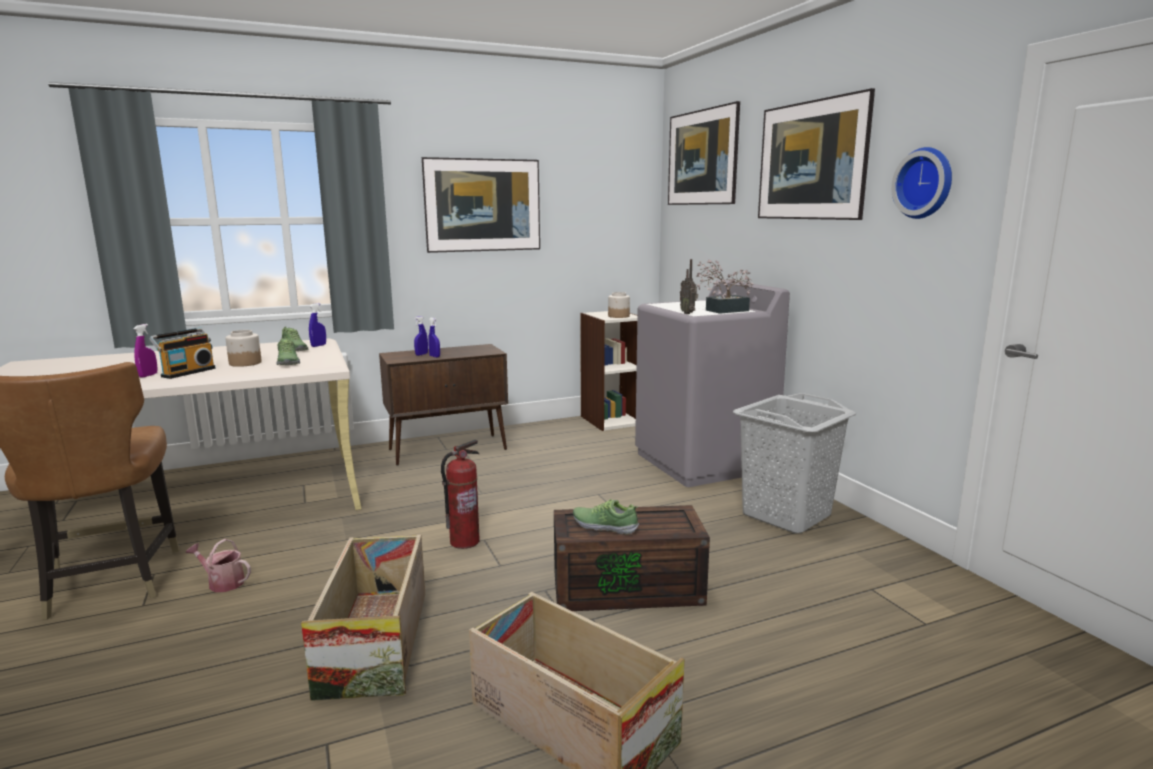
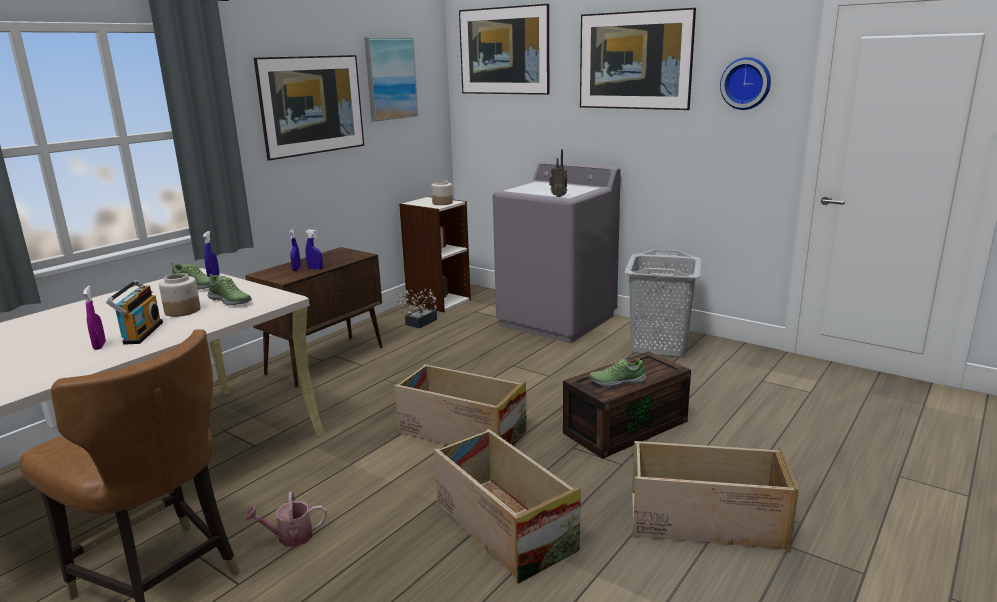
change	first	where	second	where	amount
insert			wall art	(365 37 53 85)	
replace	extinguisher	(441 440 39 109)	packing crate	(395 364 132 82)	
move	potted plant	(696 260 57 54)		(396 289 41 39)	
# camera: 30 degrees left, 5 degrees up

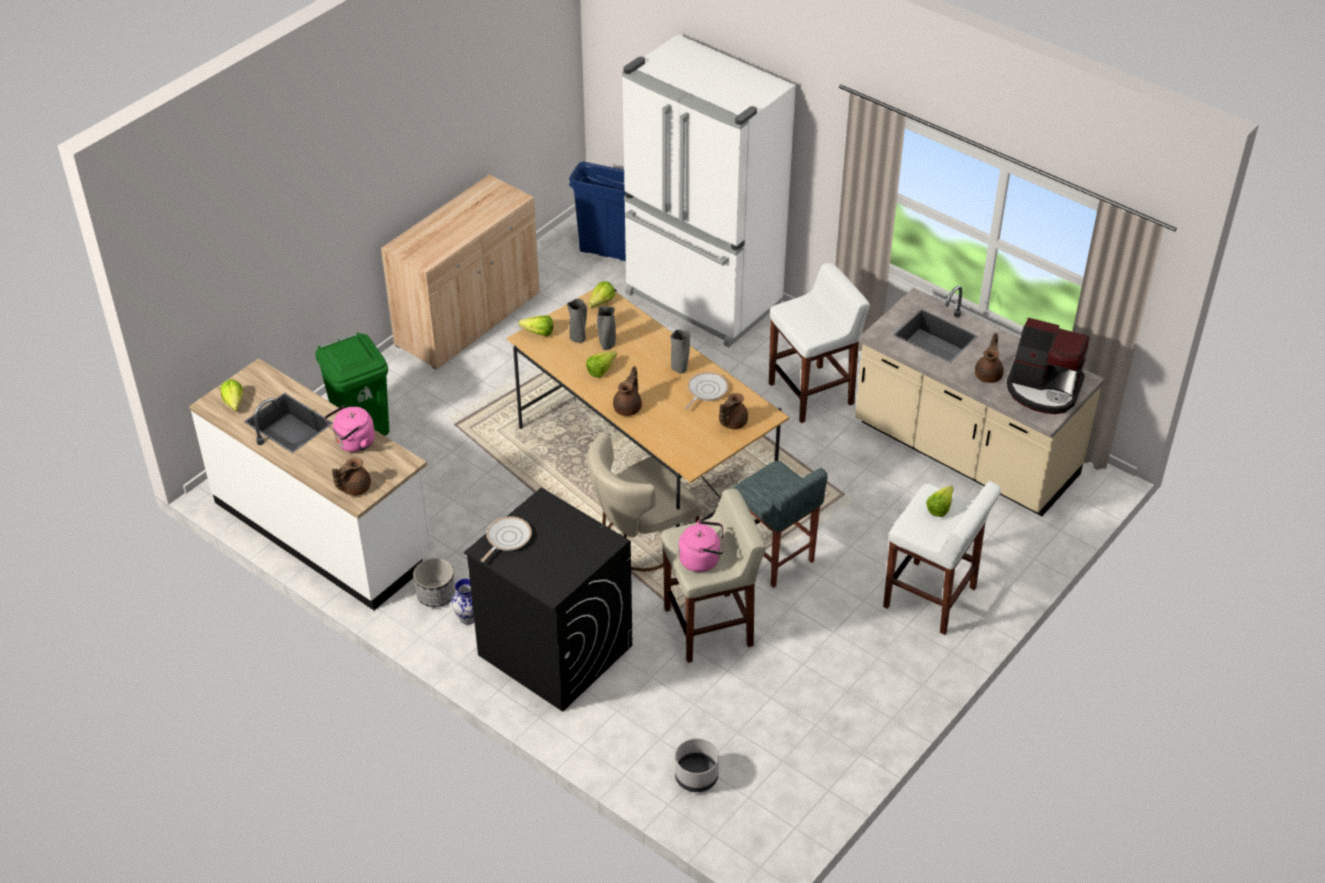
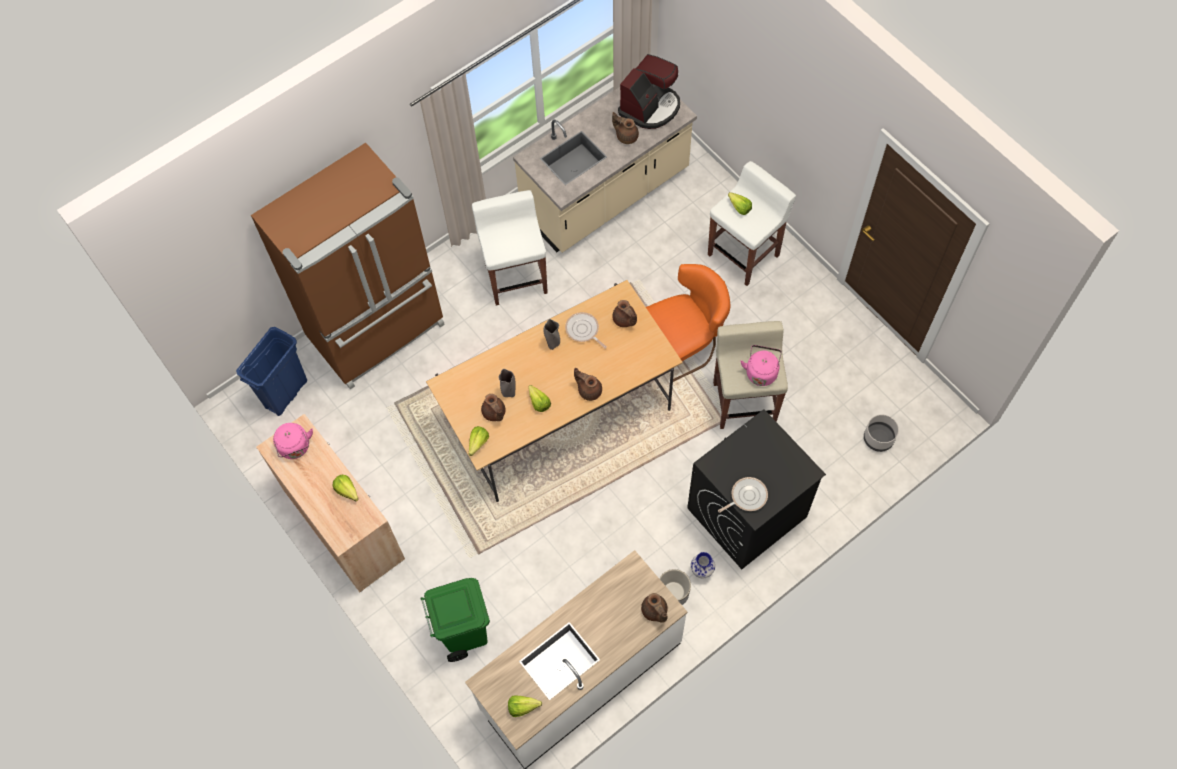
change	first	where	second	where	amount
recolor	white refrigerator	(622 34 174 313)	brown refrigerator	(251 143 194 247)	
move	pink tea kettle	(324 406 51 46)		(273 423 40 36)	
move	head of lettuce	(589 282 26 26)		(333 475 26 26)	
replace	grey decorative vase	(567 299 20 44)	brown teapot	(481 394 24 27)	
replace	grey sitting stool	(733 461 95 127)	orangey upright chair	(646 264 84 118)	
rotate	pan	(481 516 51 46)		(718 477 50 36)	105 degrees clockwise
delete	beige upright chair	(587 432 114 139)			
# camera: 75 degrees left, 20 degrees up

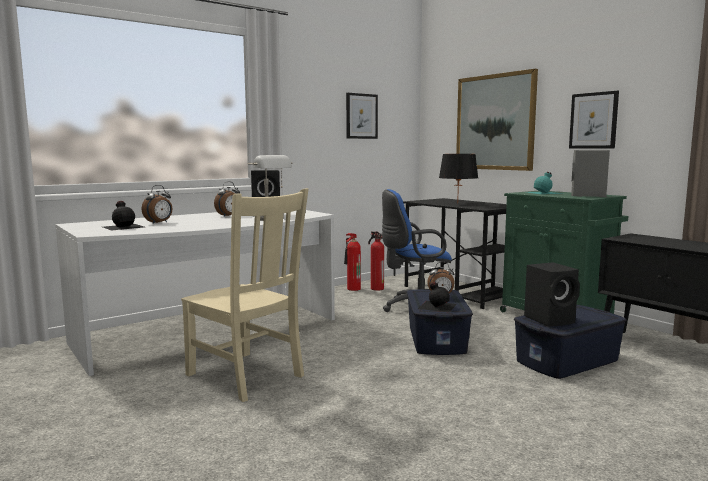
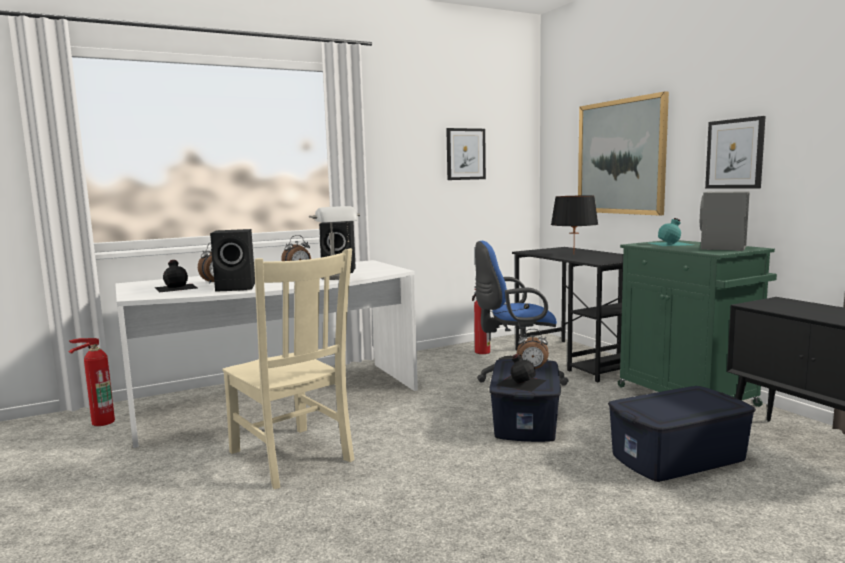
change	first	where	second	where	amount
move	extinguisher	(344 233 17 58)		(69 338 46 88)	
move	black audio speaker	(524 262 56 65)		(210 229 45 62)	
# camera: 10 degrees right, 0 degrees up

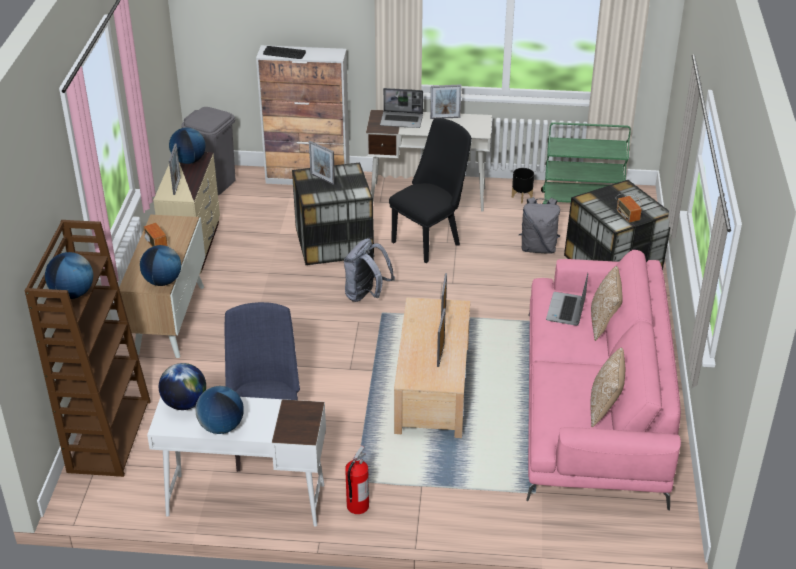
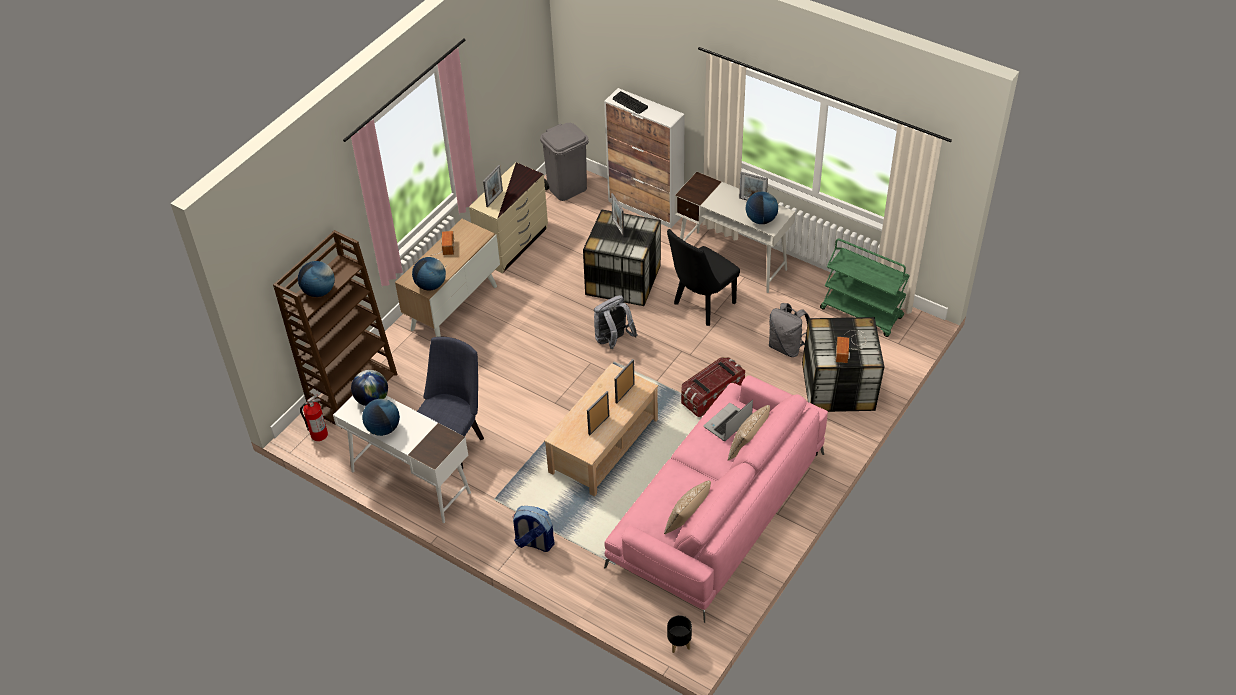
change	first	where	second	where	amount
move	extinguisher	(345 446 24 68)		(300 394 28 47)	
insert			rucksack	(512 506 43 46)	
rotate	black upright chair	(389 118 83 145)		(667 229 73 97)	150 degrees clockwise
move	black flower pot	(512 168 22 36)		(667 615 25 38)	
insert			storage bin	(681 357 64 60)	
move	world globe	(169 127 36 37)		(746 191 32 33)	
delete	laptop	(380 88 43 40)			
# camera: 30 degrees right, 10 degrees up

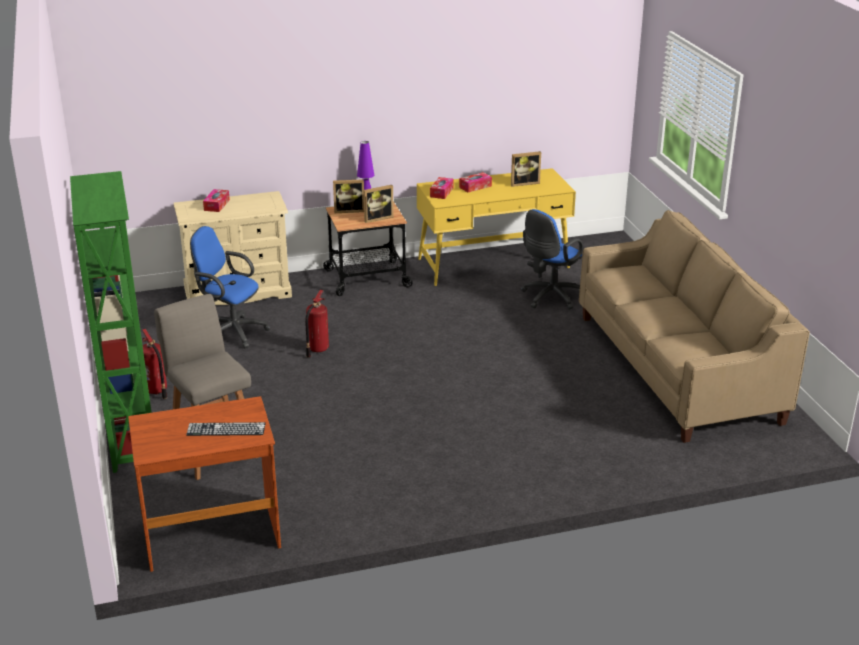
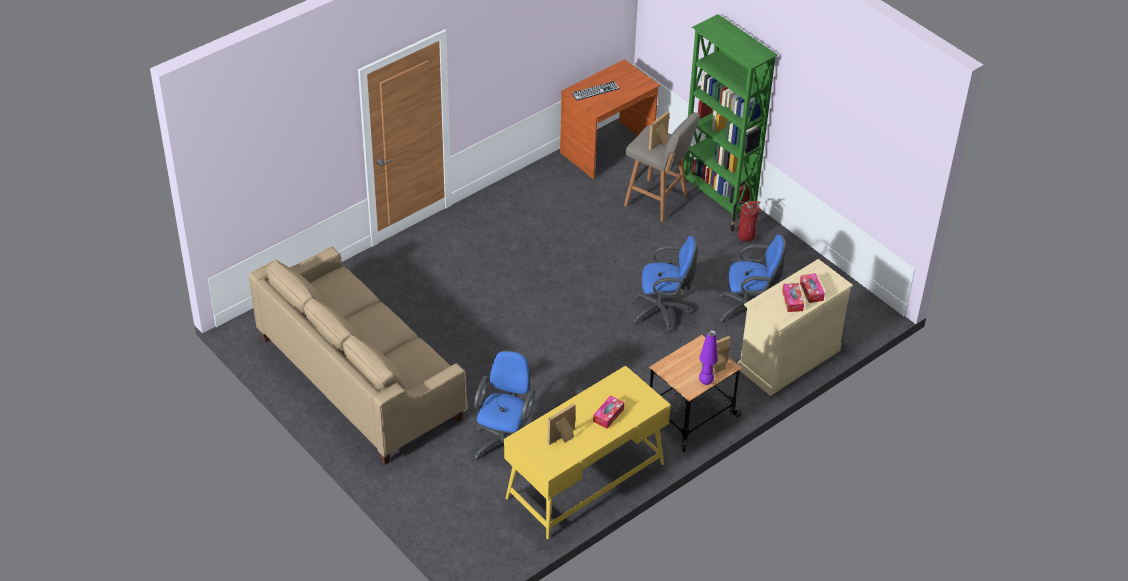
change	first	where	second	where	amount
replace	extinguisher	(305 290 24 68)	blue desk chair	(633 236 65 96)	
move	picture frame	(364 185 30 38)		(649 111 21 39)	
move	tissue box	(430 177 24 22)		(782 283 22 29)	
# camera: 155 degrees right, 15 degrees up

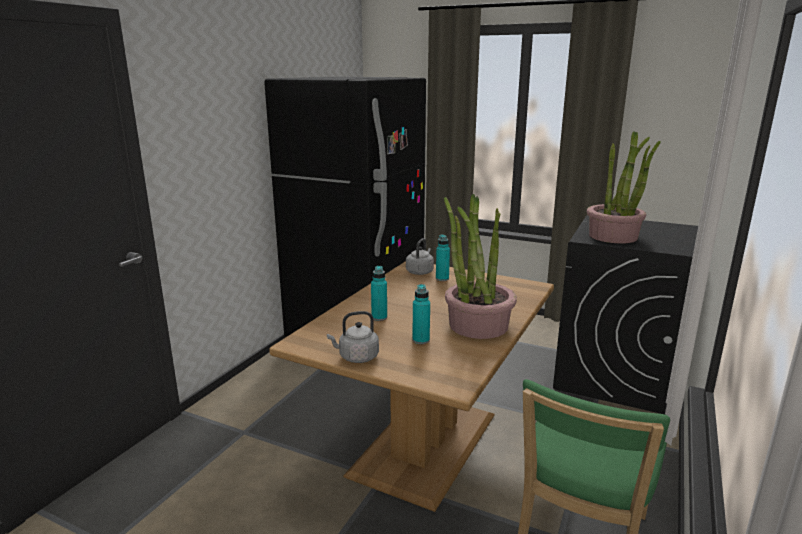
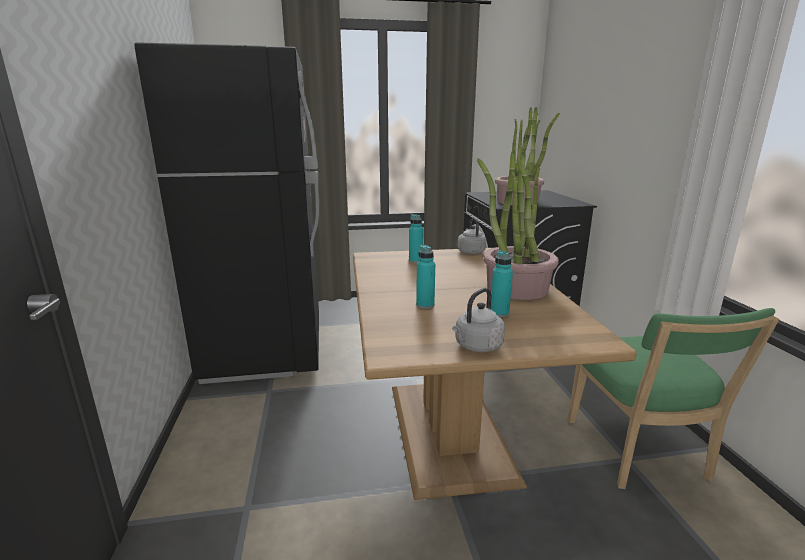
change	first	where	second	where	amount
move	grey tea kettle	(406 238 28 37)		(457 217 29 37)	
# camera: 35 degrees left, 0 degrees up

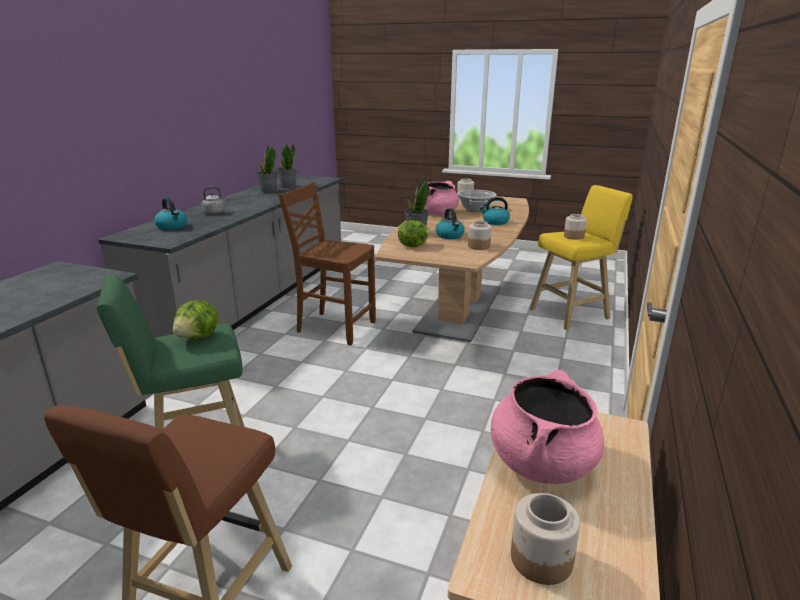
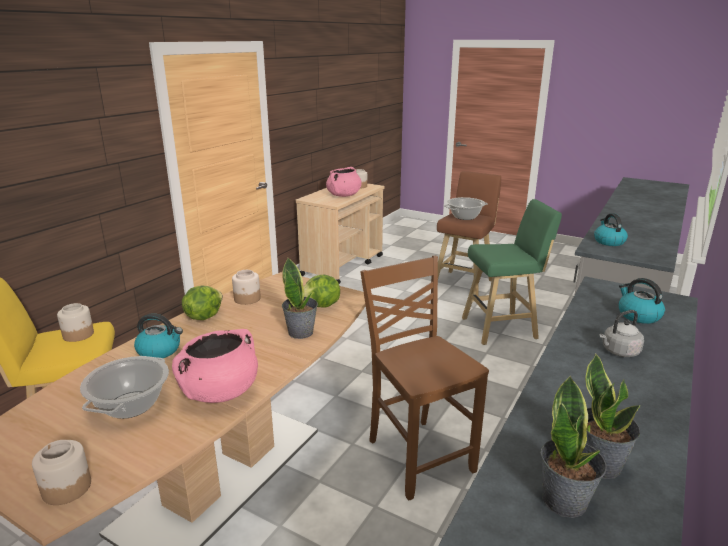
change	first	where	second	where	amount
move	head of lettuce	(173 301 46 38)		(182 286 41 34)	
rotate	brown upright chair	(278 182 98 163)		(360 256 129 245)	150 degrees counterclockwise
insert			saucepot	(444 197 44 23)	
move	tea kettle	(436 209 29 30)		(594 213 34 33)	
# camera: 170 degrees left, 0 degrees up

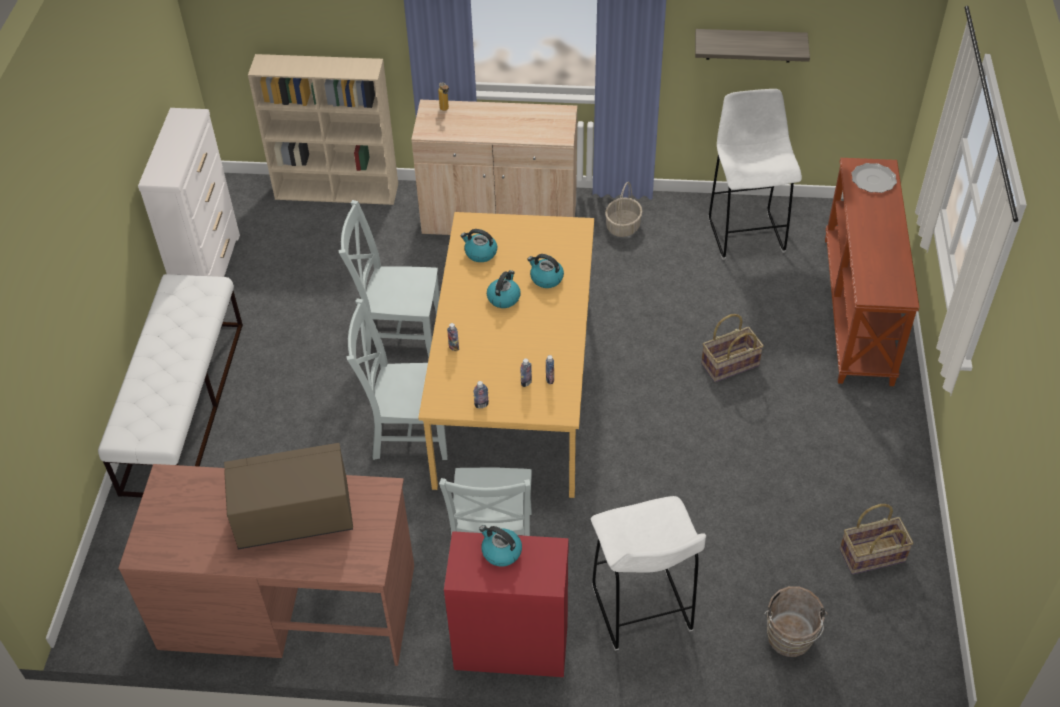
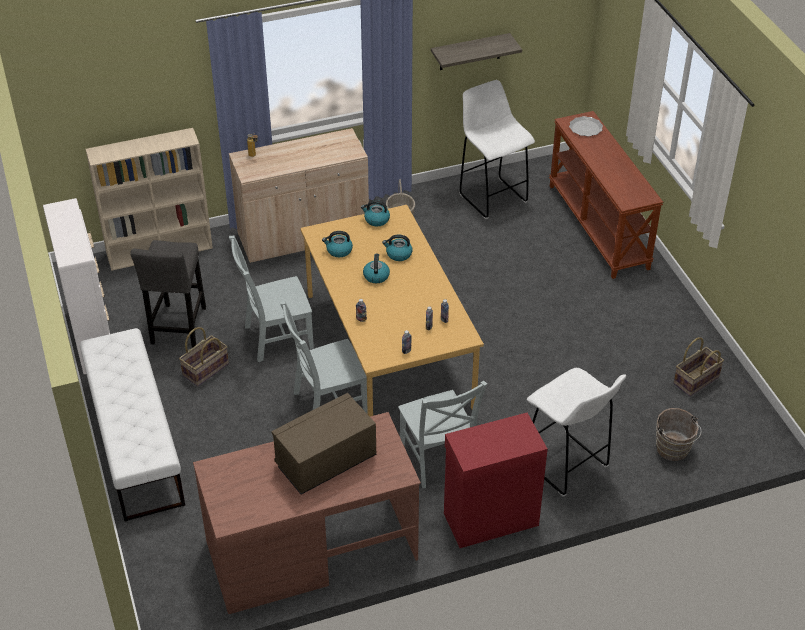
change	first	where	second	where	amount
insert			grey sitting stool	(130 240 76 108)	
move	storage basket	(701 314 63 68)		(179 327 50 59)	
move	tea kettle	(479 525 43 42)		(361 200 29 26)	
# camera: 25 degrees left, 5 degrees down

